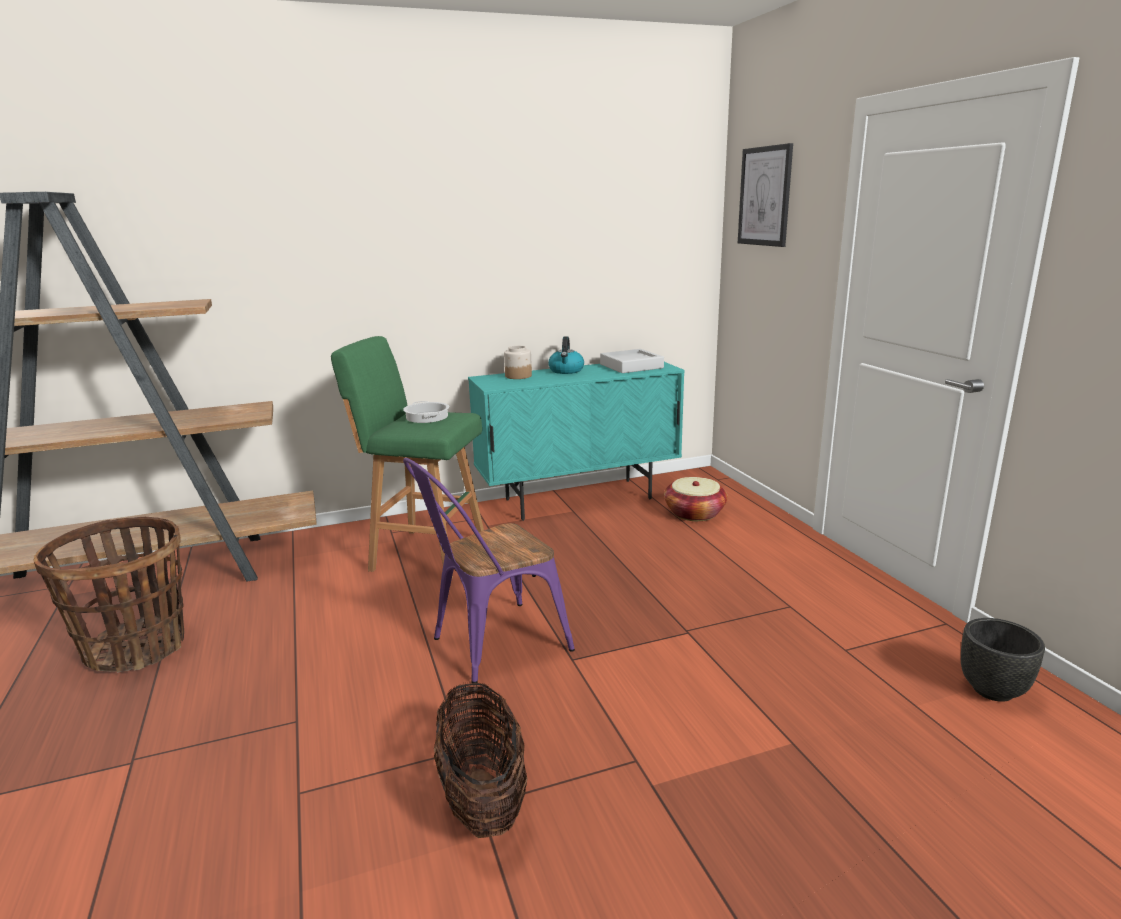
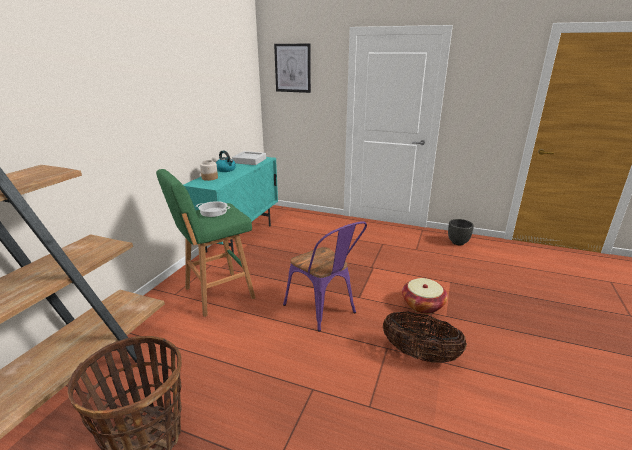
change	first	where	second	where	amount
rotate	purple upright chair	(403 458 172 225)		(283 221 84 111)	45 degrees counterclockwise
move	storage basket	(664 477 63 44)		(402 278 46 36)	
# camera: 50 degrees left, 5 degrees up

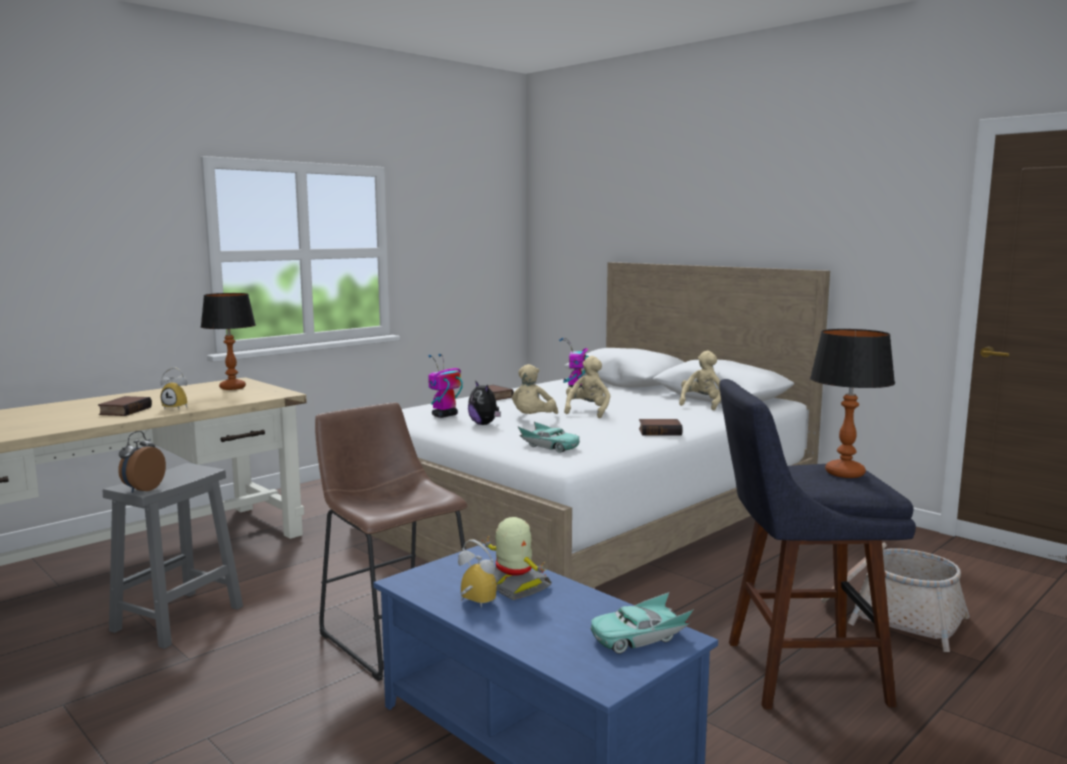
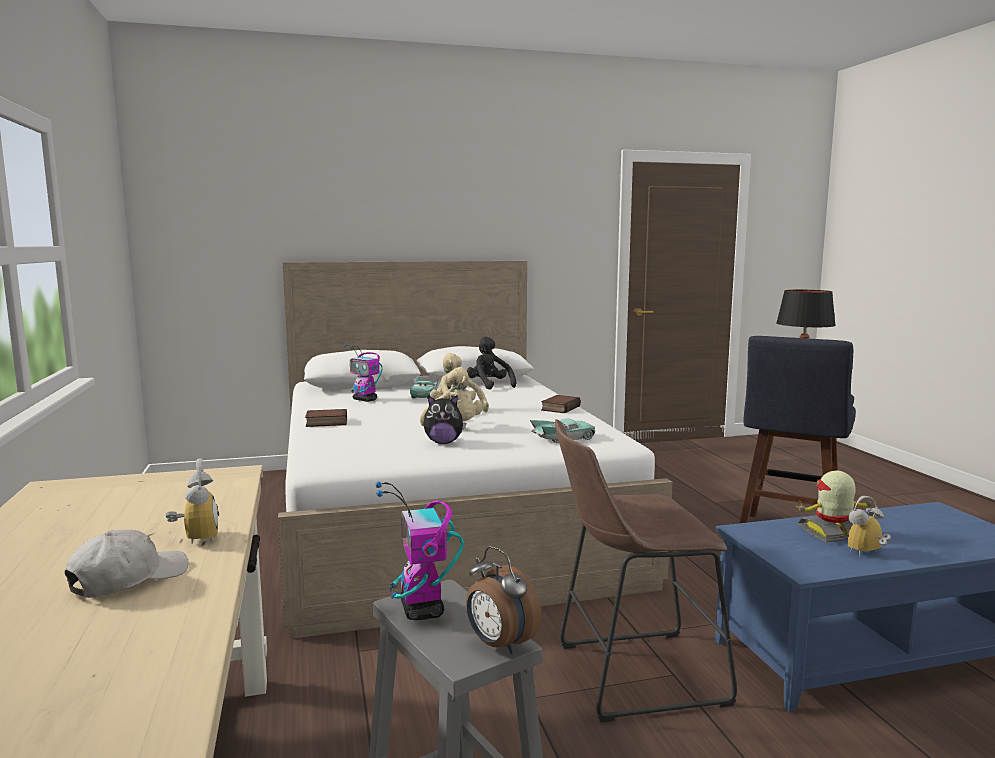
change	first	where	second	where	amount
replace	volume	(98 396 54 20)	white peaked cap	(65 529 124 69)	
rotate	table clock	(160 367 27 42)		(166 459 53 85)	60 degrees counterclockwise
move	model robot	(428 354 35 64)		(375 481 89 139)	
move	turquoise miniature car	(590 592 104 62)		(410 377 29 22)	
recolor	beige cuddly toy	(679 351 42 59)	black cuddly toy	(467 336 49 53)	
delete	lamp for a table	(201 293 55 97)			
delete	storage basket	(821 543 149 109)			
# camera: 60 degrees left, 0 degrees up

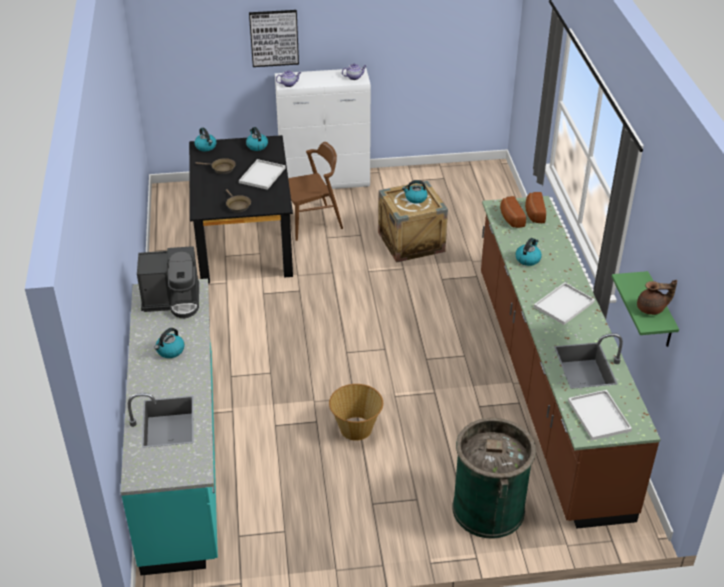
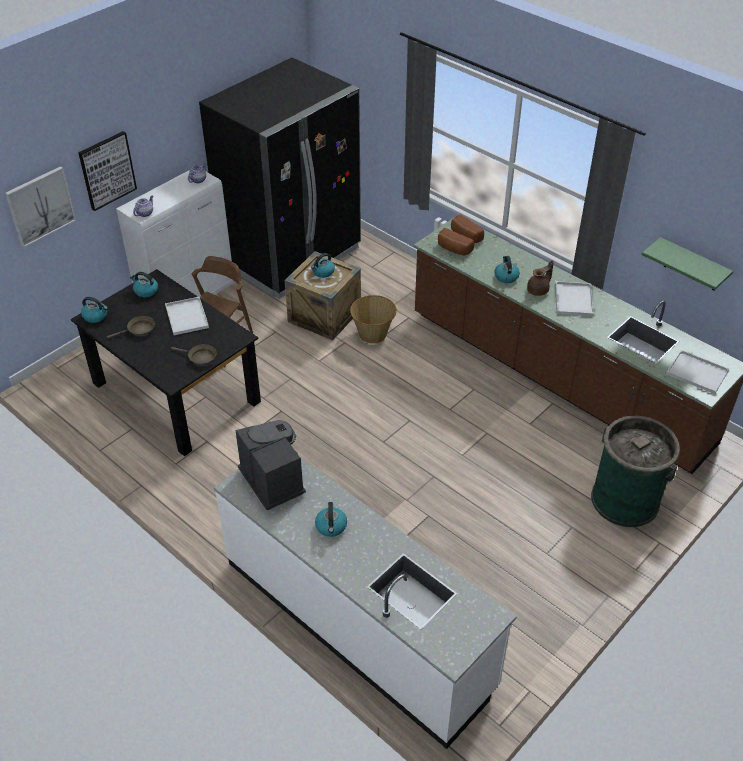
change	first	where	second	where	amount
insert			wall art	(5 166 72 82)	
insert			black refrigerator	(199 57 162 242)	
recolor	turquoise kitchen base unit	(120 279 98 296)	white kitchen base unit	(214 456 303 293)	
rotate	coffee brewer	(137 246 62 72)		(236 420 70 90)	75 degrees counterclockwise
move	storage basket	(329 384 54 57)		(350 295 47 48)	
move	brown teapot	(637 280 40 35)		(527 260 27 36)	
# camera: 40 degrees left, 5 degrees up

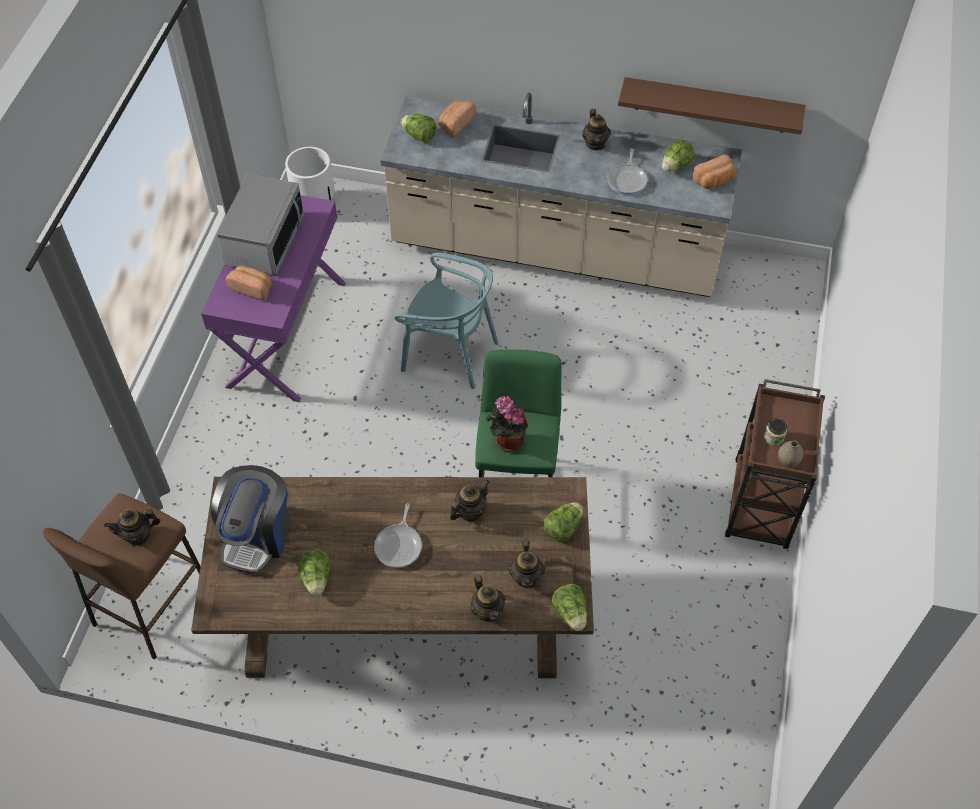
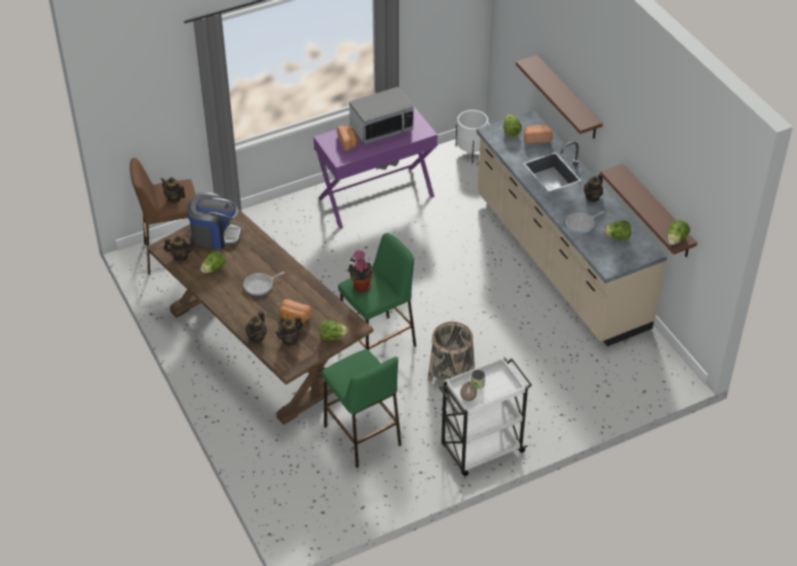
change	first	where	second	where	amount
move	teapot	(450 480 39 41)		(164 236 30 25)	
rotate	coffee brewer	(211 465 79 109)		(187 192 55 58)	150 degrees counterclockwise
move	bread	(692 154 44 35)		(279 299 33 25)	
insert			green-coloured sitting stool	(322 349 79 119)	
insert			storage basket	(428 322 46 60)	
recolor	brown trolley	(725 379 100 170)	white trolley	(439 357 93 119)	
insert			brown shelf	(516 55 87 84)	
move	head of lettuce	(552 584 35 47)		(667 220 23 25)	
delete	turquoise upright chair	(394 252 105 137)			
# camera: 50 degrees right, 10 degrees down

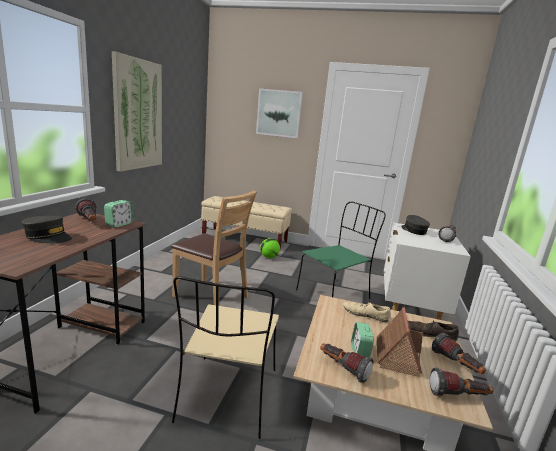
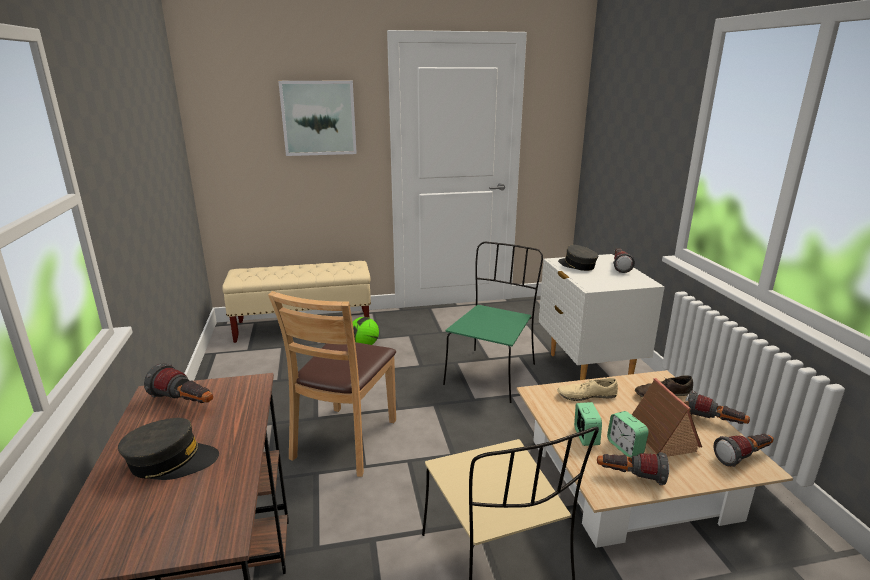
change	first	where	second	where	amount
rotate	brown upright chair	(171 190 86 115)		(268 291 128 186)	105 degrees clockwise
move	table clock	(104 200 29 27)		(574 402 28 44)	
delete	wall art	(112 51 50 121)			
# camera: 25 degrees left, 5 degrees up

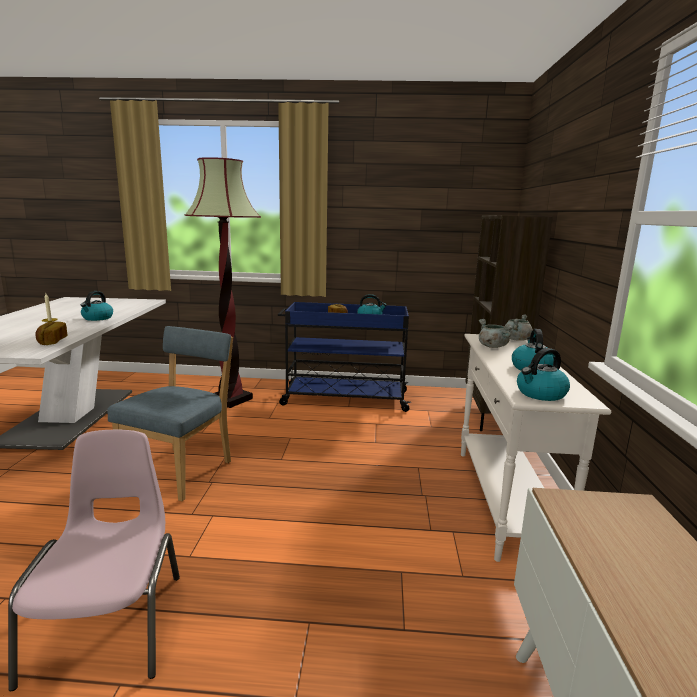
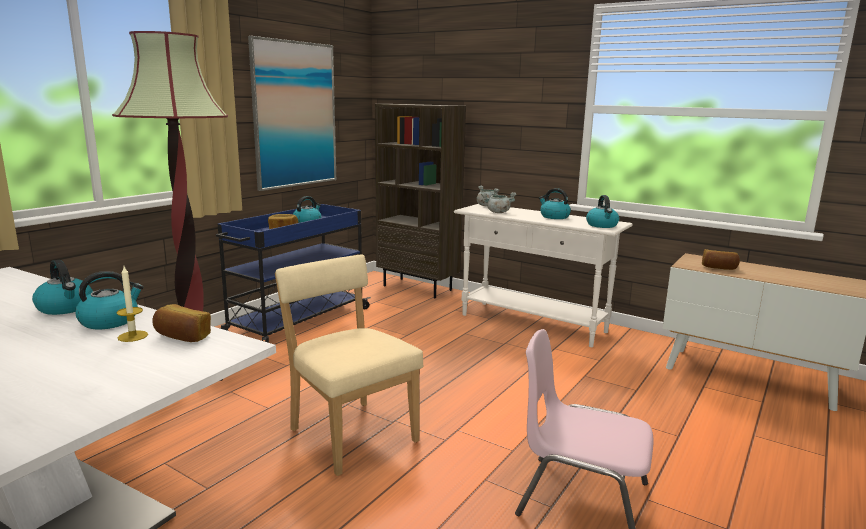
change	first	where	second	where	amount
insert			tea kettle	(75 271 69 58)	
insert			wall art	(248 36 88 155)	
recolor	blue upright chair	(108 326 125 175)	beige upright chair	(275 255 149 221)	
insert			bread	(702 249 38 21)	
# camera: 60 degrees left, 0 degrees up

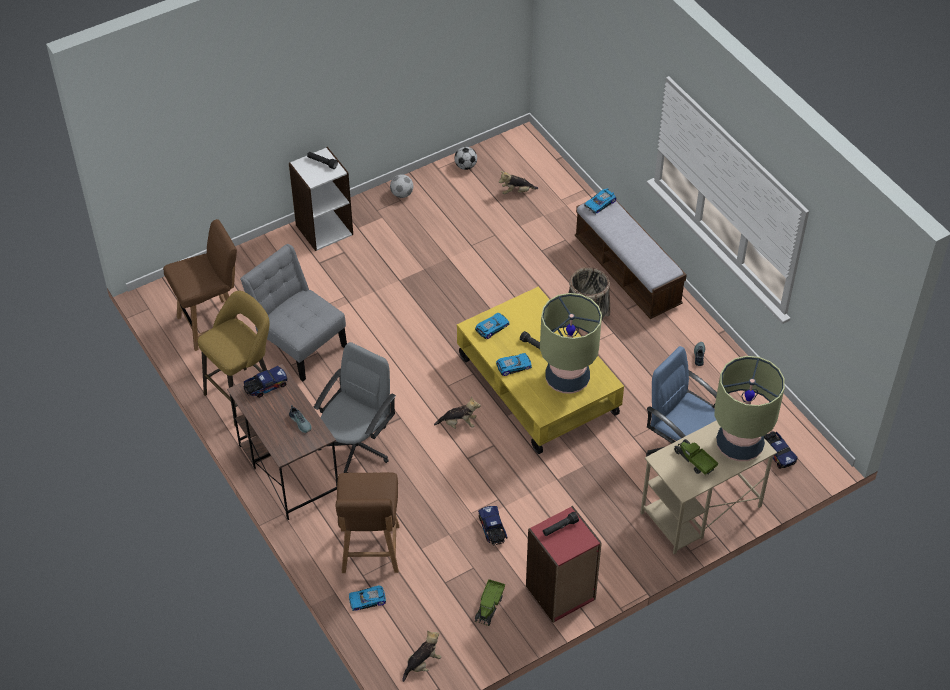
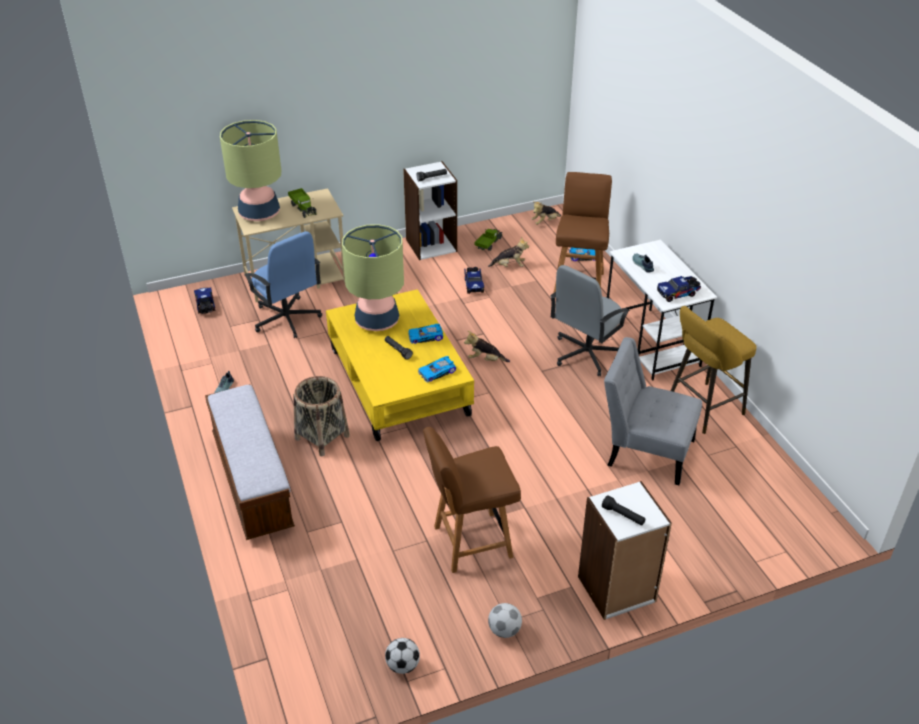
change	first	where	second	where	amount
recolor	red-coloured shelving unit	(526 506 76 117)	white shelving unit	(403 161 54 99)	
move	brown upright chair	(163 219 75 132)		(423 427 98 146)	
move	cuddly toy	(499 171 39 23)		(488 237 41 30)	
rotate	grey upright chair	(240 244 107 137)		(604 337 98 148)	150 degrees clockwise
recolor	brown desk table	(227 364 111 156)	white desk table	(607 240 110 140)	
delete	miniature car	(584 188 33 26)			
# camera: 170 degrees left, 10 degrees down

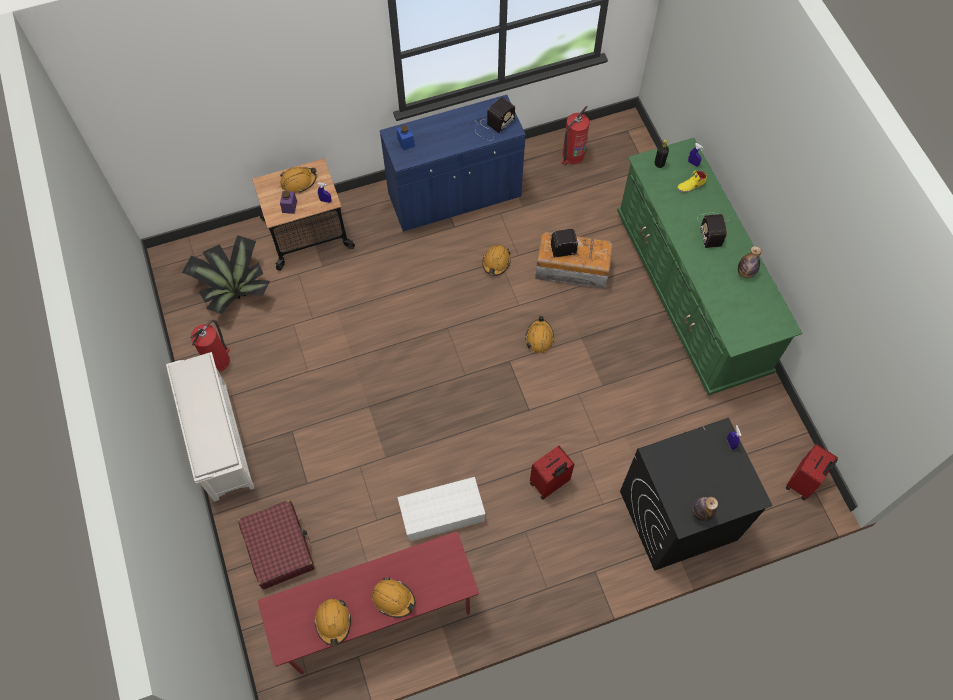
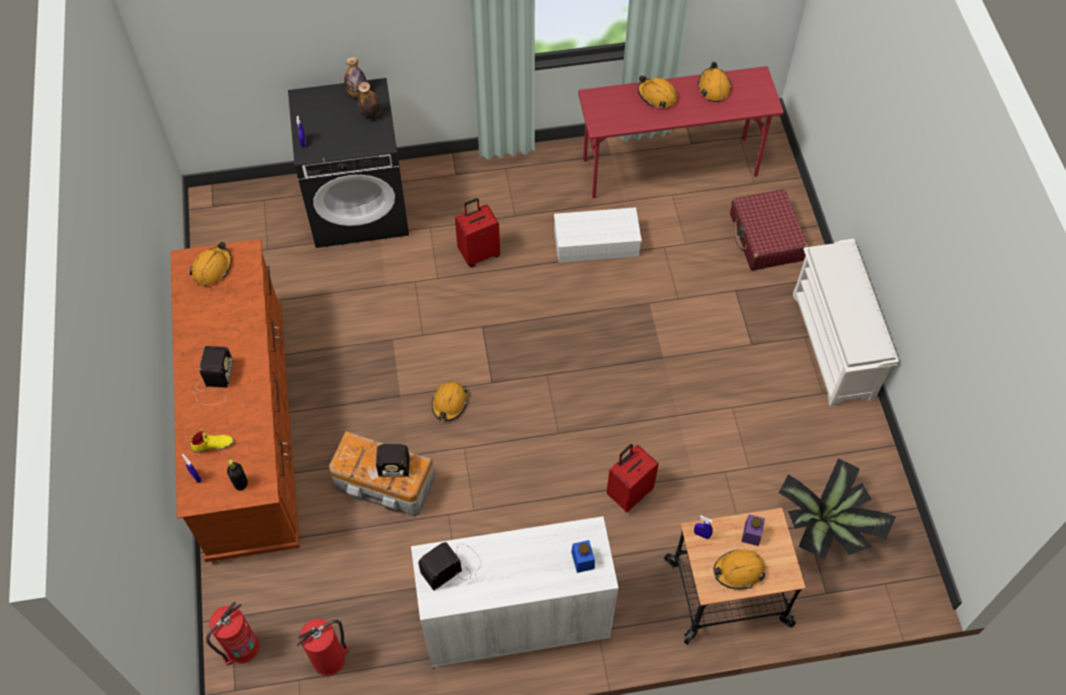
change	first	where	second	where	amount
recolor	green-coloured dresser	(617 138 185 257)	brown dresser	(171 239 129 323)	
move	orangey work helmet	(482 245 29 31)		(190 242 42 44)	
move	extinguisher	(191 320 39 52)		(206 602 53 63)	
move	drink bottle	(738 246 24 32)		(358 82 23 37)	
recolor	blue cabinet	(380 95 146 137)	white cabinet	(411 516 207 151)	
move	red-coloured suitcase	(786 444 52 56)		(607 444 52 68)	
# camera: 170 degrees left, 5 degrees down

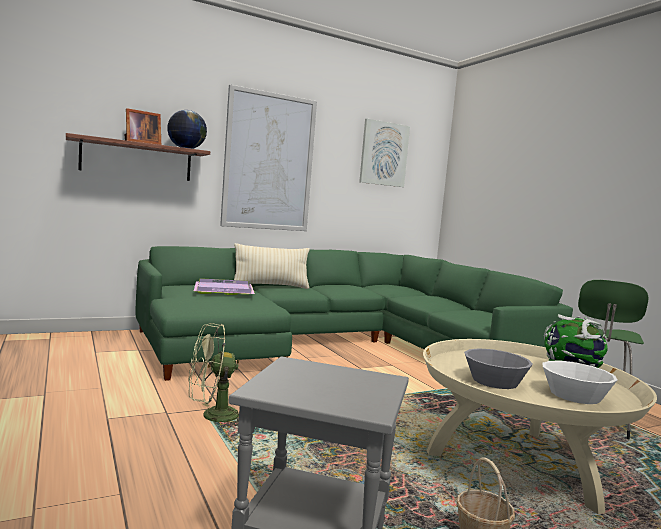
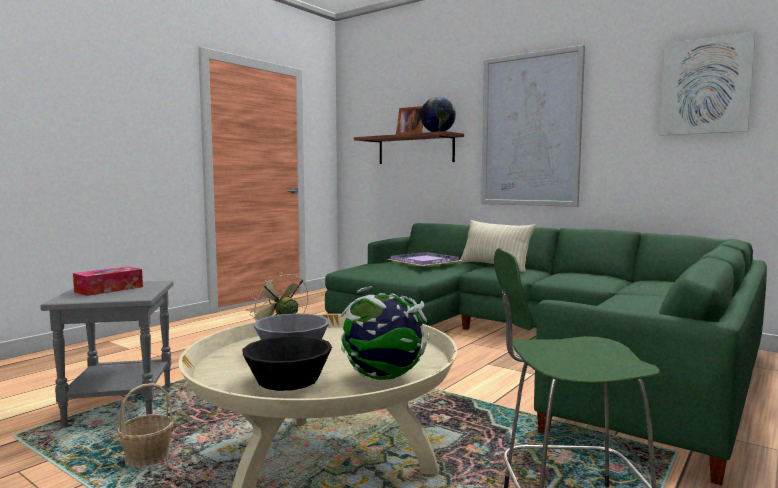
change	first	where	second	where	amount
insert			tissue box	(73 267 70 29)	
recolor	white deep dish	(543 361 74 43)	black deep dish	(242 336 90 55)	
# camera: 65 degrees right, 0 degrees up

